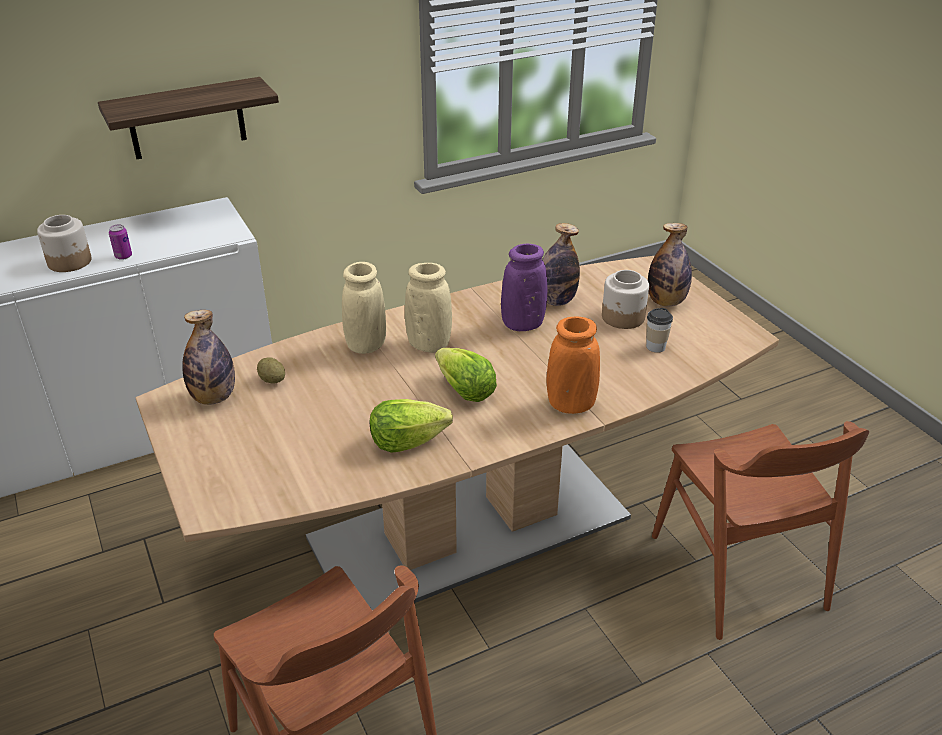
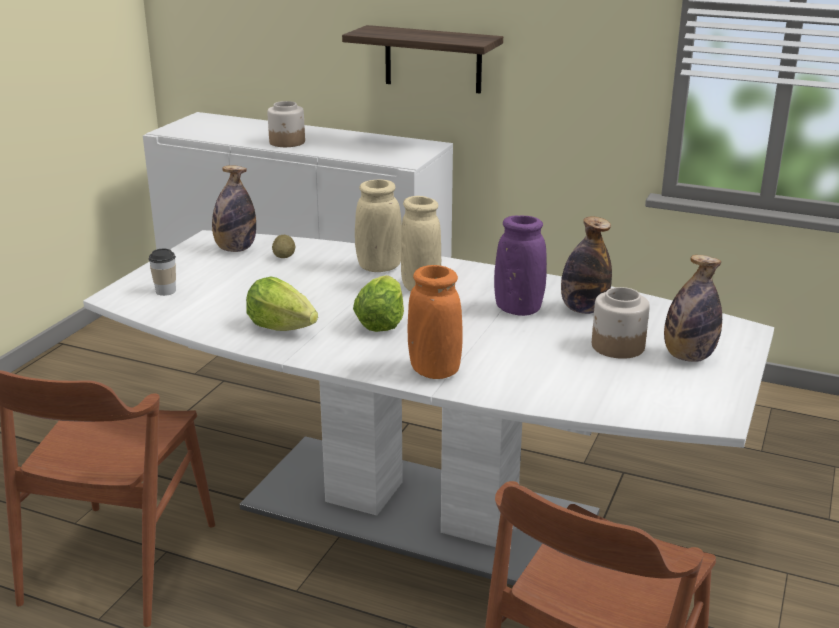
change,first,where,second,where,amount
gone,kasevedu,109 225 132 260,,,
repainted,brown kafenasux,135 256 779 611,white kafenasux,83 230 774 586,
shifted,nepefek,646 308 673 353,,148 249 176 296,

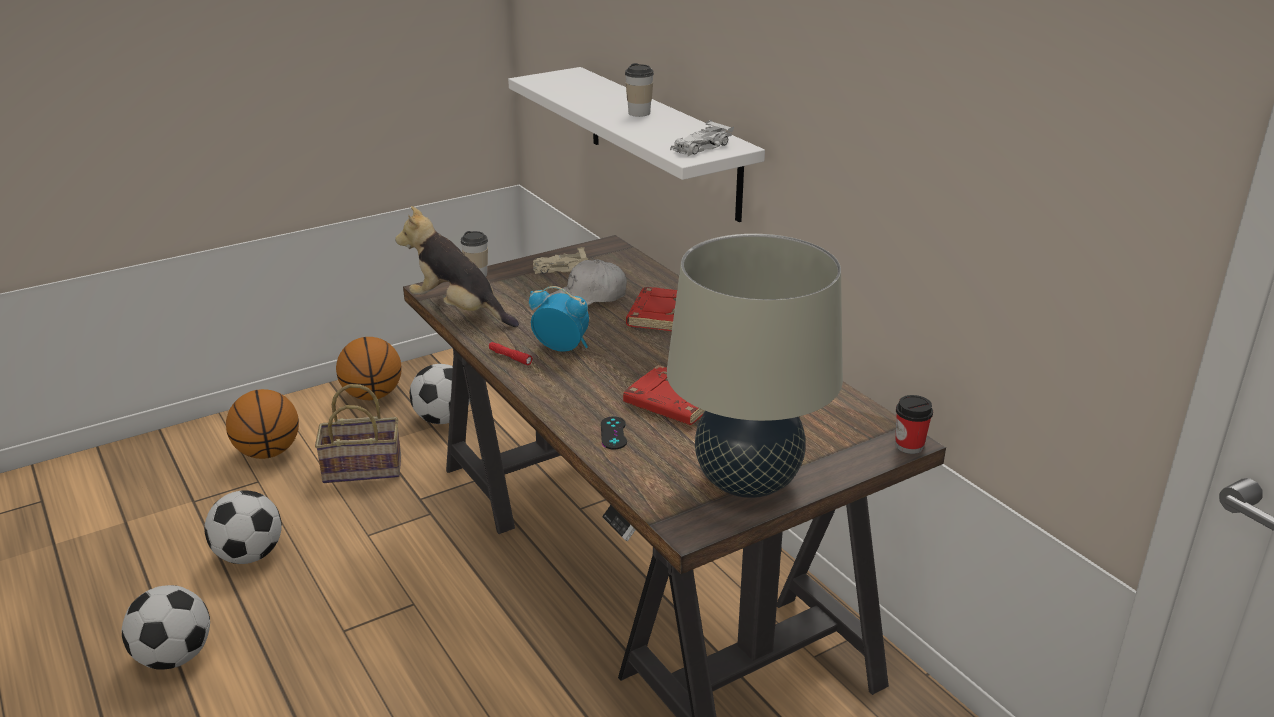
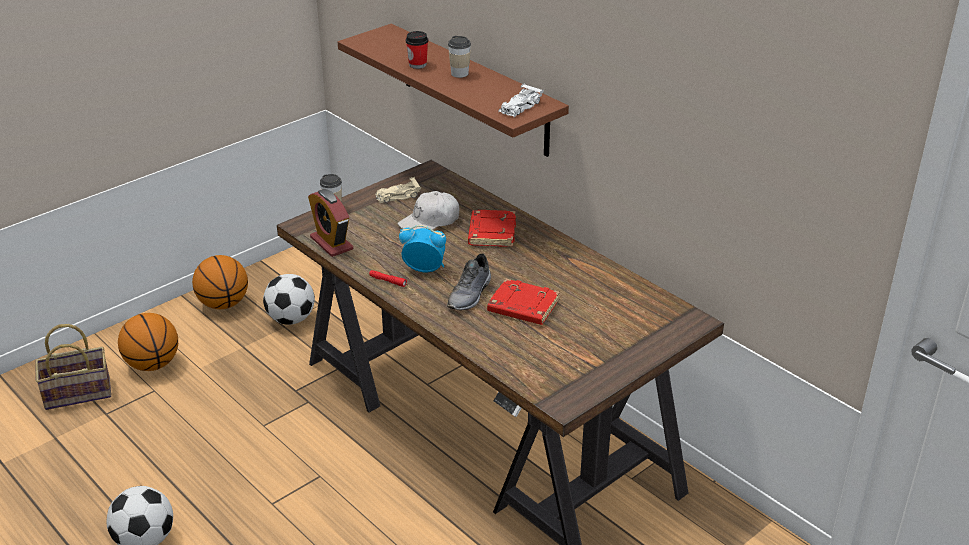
change,first,where,second,where,amount
repainted,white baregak,508 67 765 222,brown baregak,338 24 569 157,
swapped,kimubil,395 206 519 327,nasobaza,308 189 353 257,
gone,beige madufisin,667 234 843 498,,,
shifted,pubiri,315 384 401 483,,35 324 111 410,
shifted,nepefek,895 395 933 454,,406 31 429 69,
gone,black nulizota,601 416 627 450,,,
gone,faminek,204 490 282 564,,,
new,,,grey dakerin,447 253 491 310,

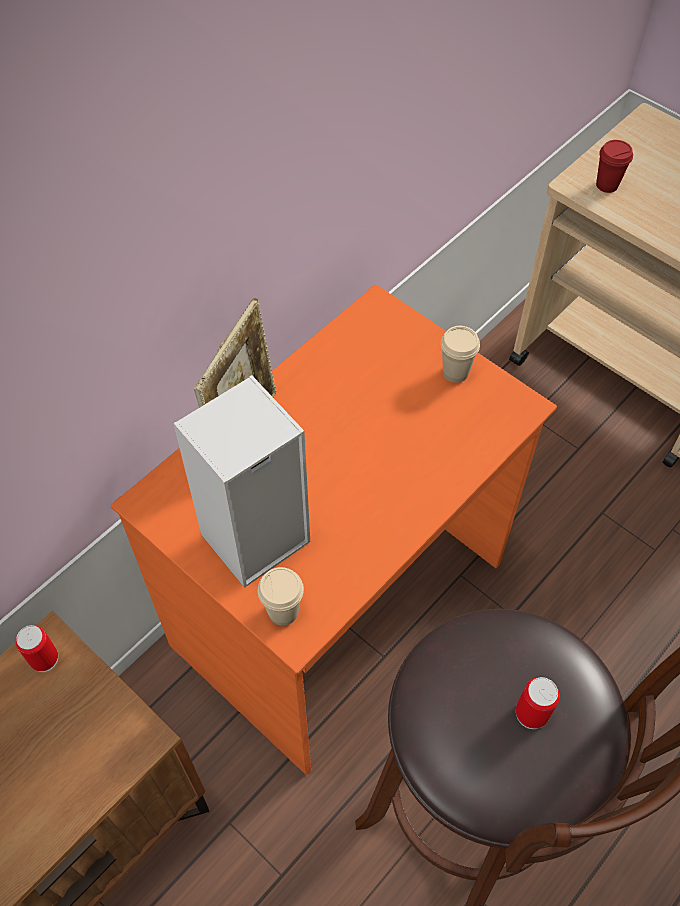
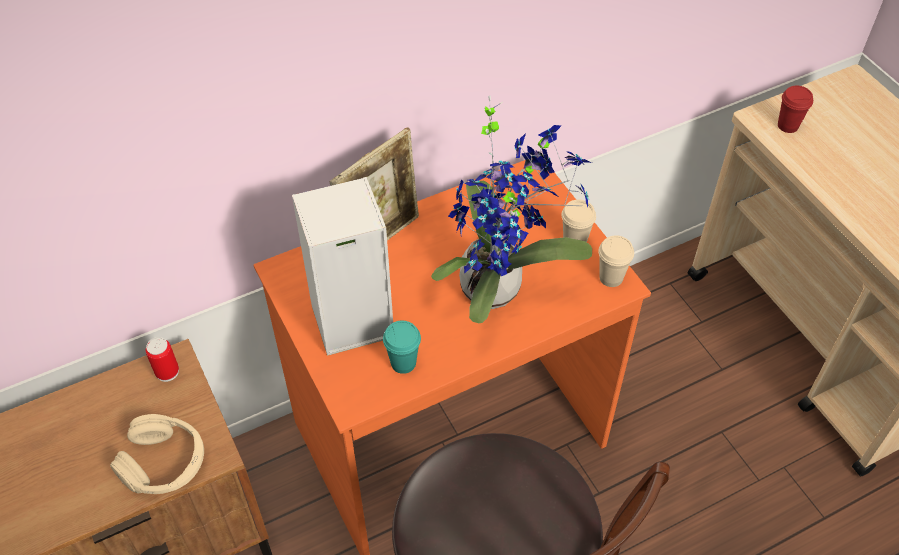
change,first,where,second,where,amount
shifted,beige nepefek,258 567 304 626,,598 235 634 287,
gone,kasevedu,516 677 560 729,,,
new,,,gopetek,431 95 592 323,
new,,,turquoise nepefek,383 321 421 374,
new,,,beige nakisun,110 414 204 494,

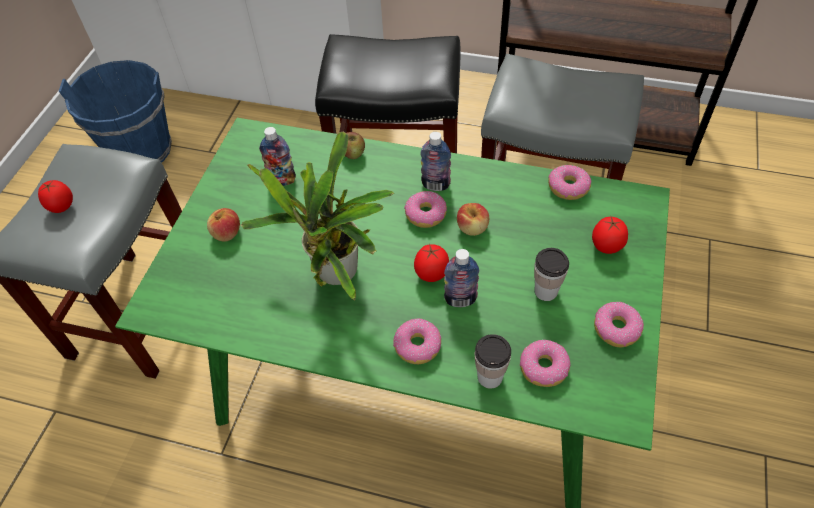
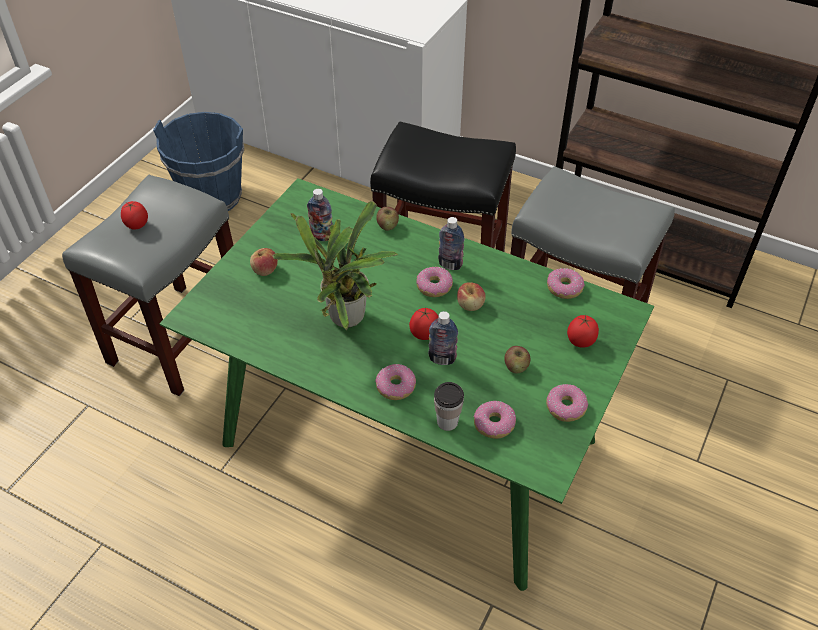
change,first,where,second,where,amount
swapped,nepefek,534 248 569 301,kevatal,504 346 530 374,

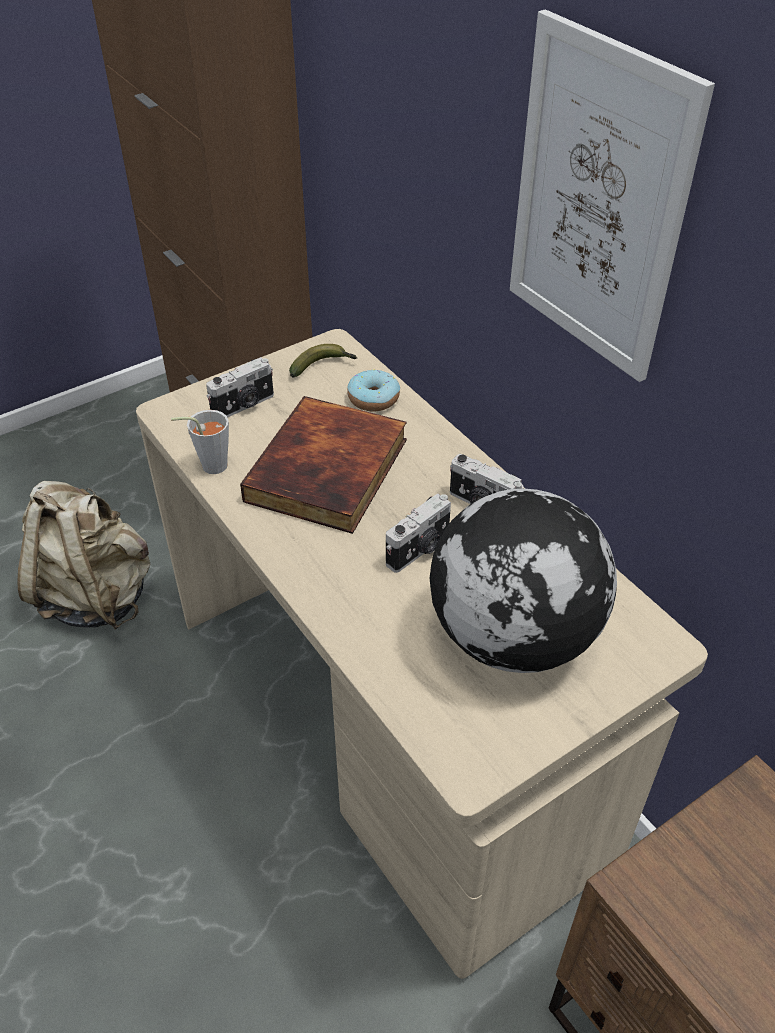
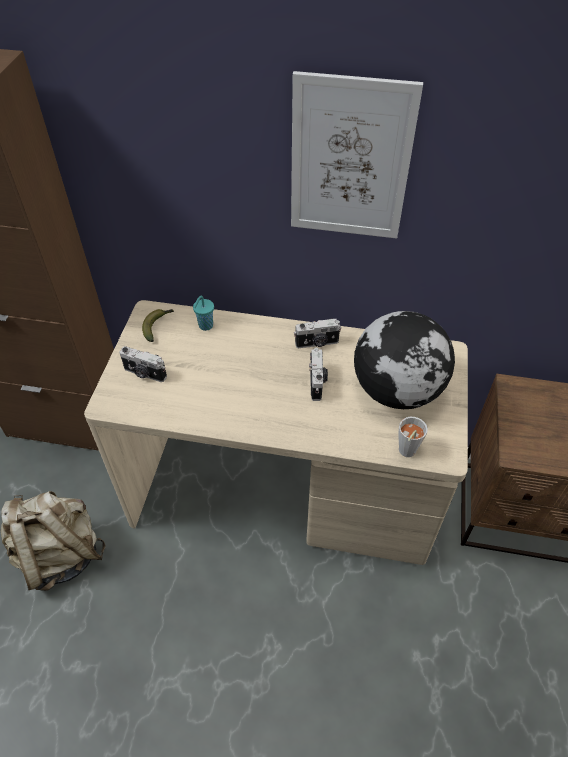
change,first,where,second,where,amount
rotated,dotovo,206 357 274 418,,120 346 167 382,105 degrees clockwise
swapped,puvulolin,347 369 400 411,turquoise nepefek,193 296 214 331,
gone,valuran,240 396 407 534,,,
shifted,grey nepefek,171 410 229 474,,399 417 428 457,

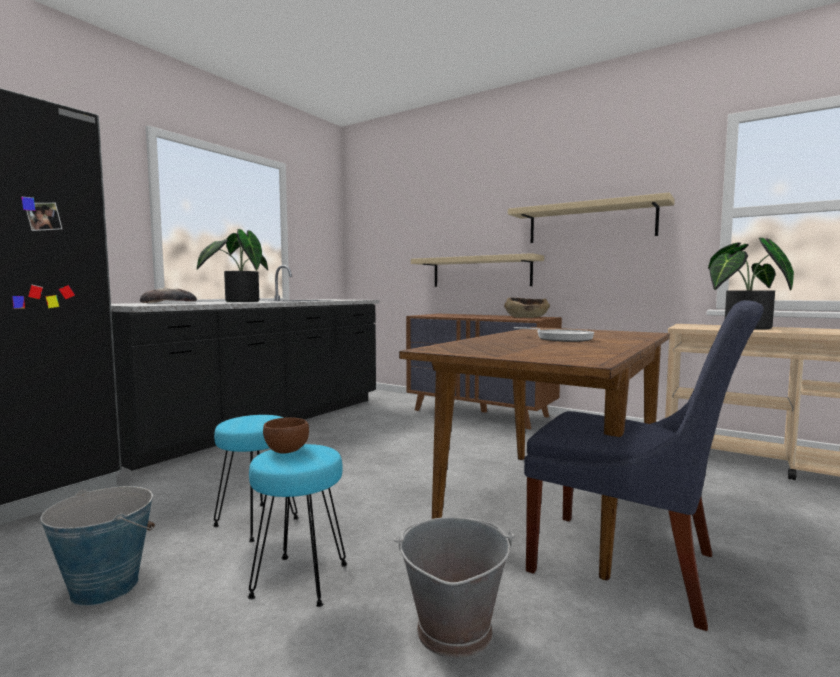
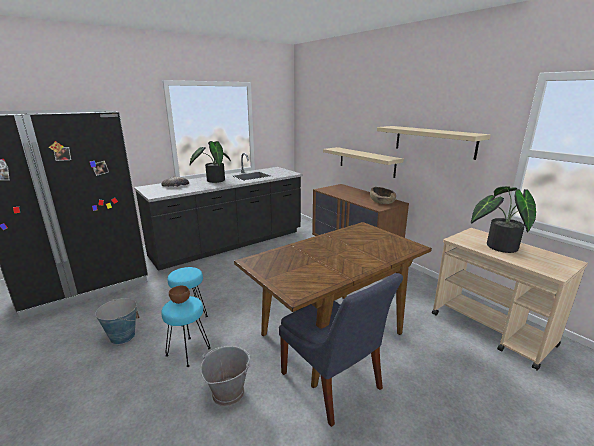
change,first,where,second,where,amount
gone,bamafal,514 327 594 342,,,

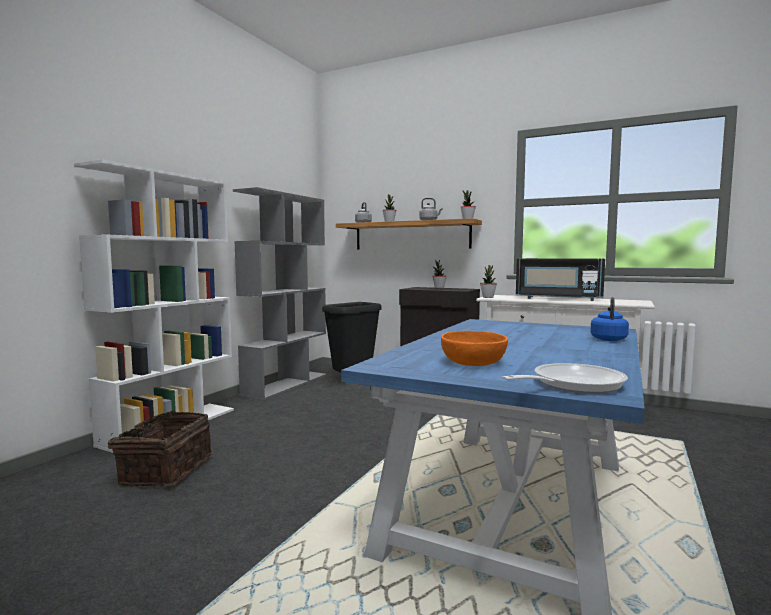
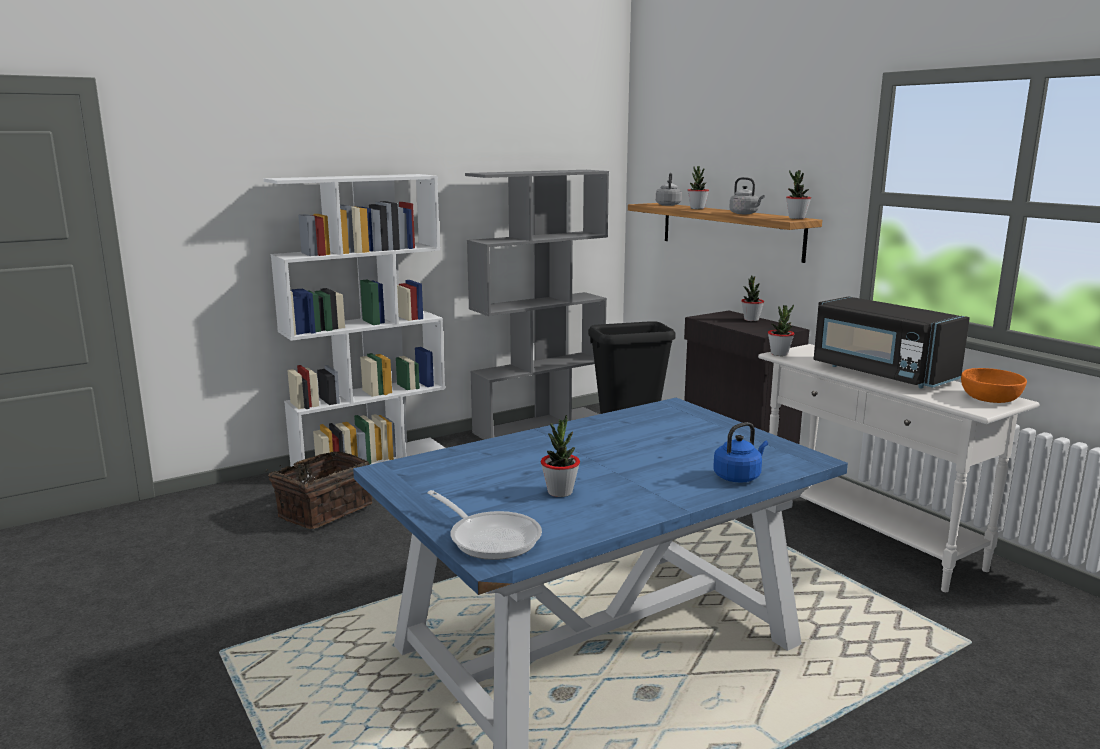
change,first,where,second,where,amount
shifted,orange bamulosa,441 331 508 366,,961 368 1027 403,
rotated,bamafal,502 363 628 394,,427 490 542 560,45 degrees clockwise
new,,,gopetek,541 415 580 497,

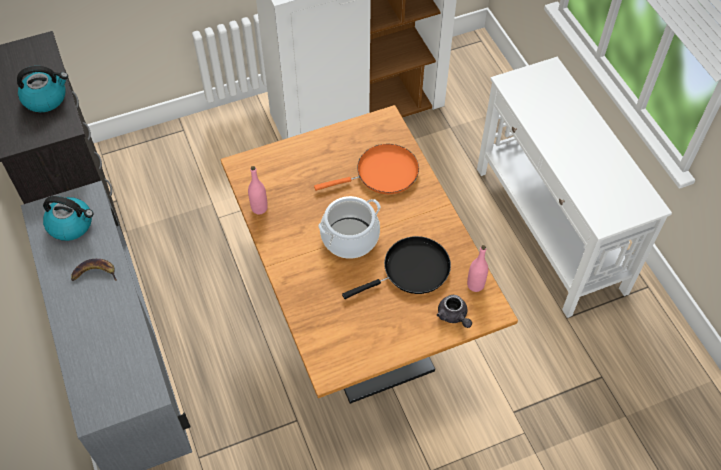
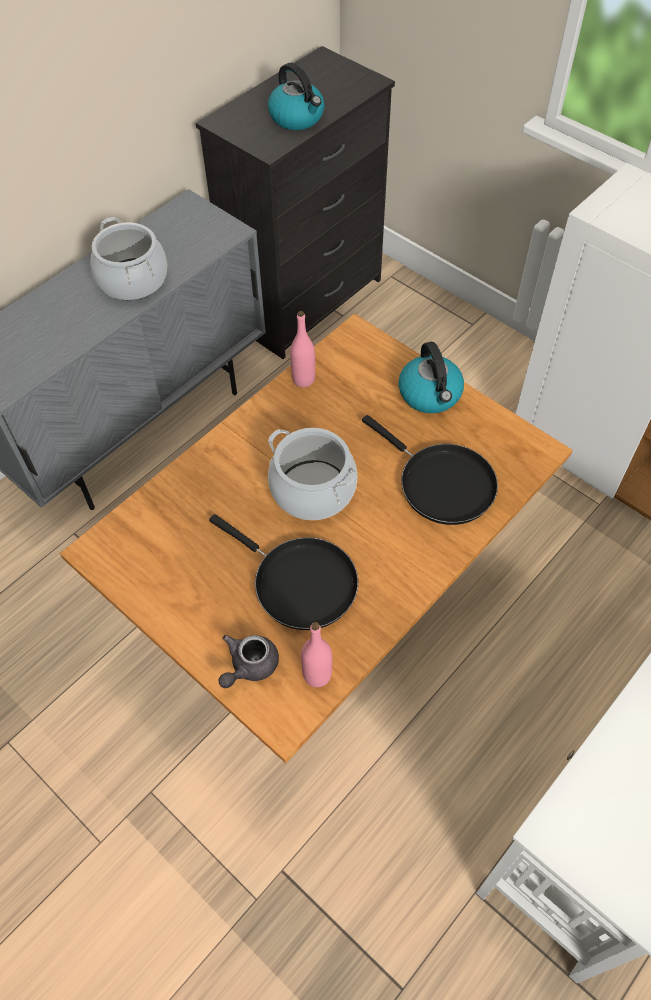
change,first,where,second,where,amount
repainted,orange bamafal,314 144 419 194,black bamafal,362 415 498 525,
shifted,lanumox,43 196 94 241,,398 342 464 413,
swapped,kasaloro,71 259 117 281,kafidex,90 217 167 301,

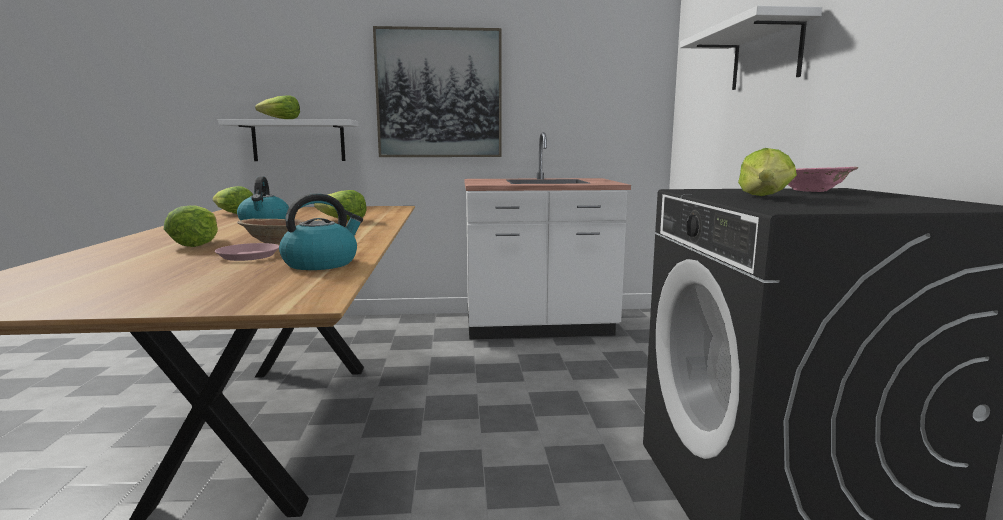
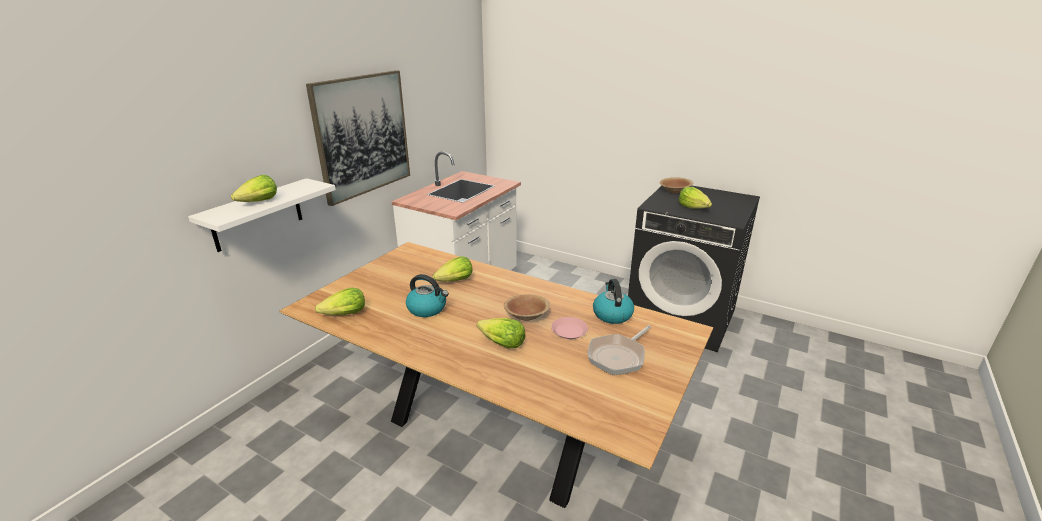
change,first,where,second,where,amount
gone,white baregak,680 6 822 90,,,
repainted,pink bamulosa,788 167 859 192,brown bamulosa,660 177 693 194,
new,,,bamafal,588 325 651 375,

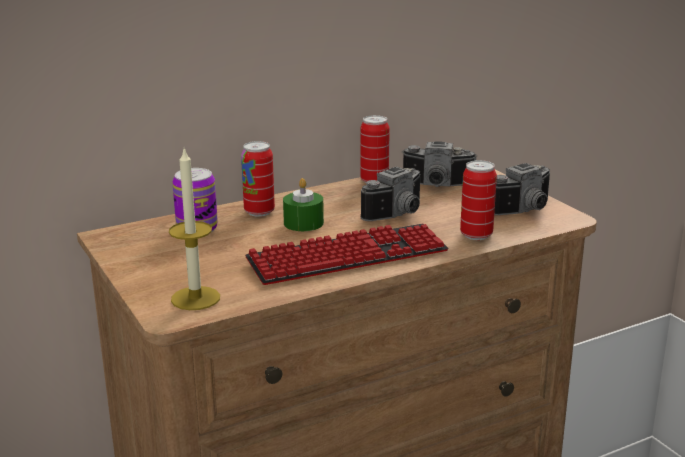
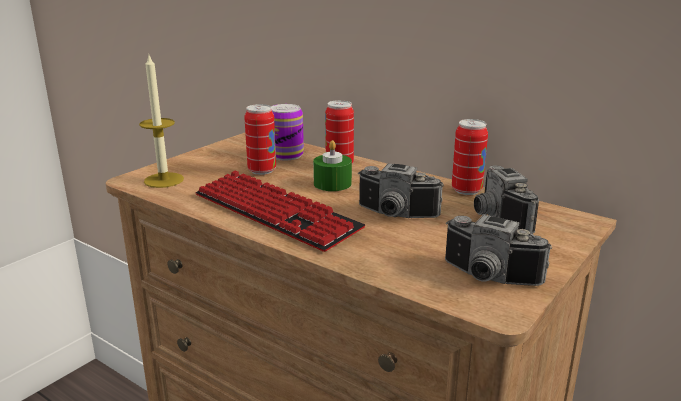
change,first,where,second,where,amount
shifted,kasevedu,460 160 497 240,,244 104 276 175,

